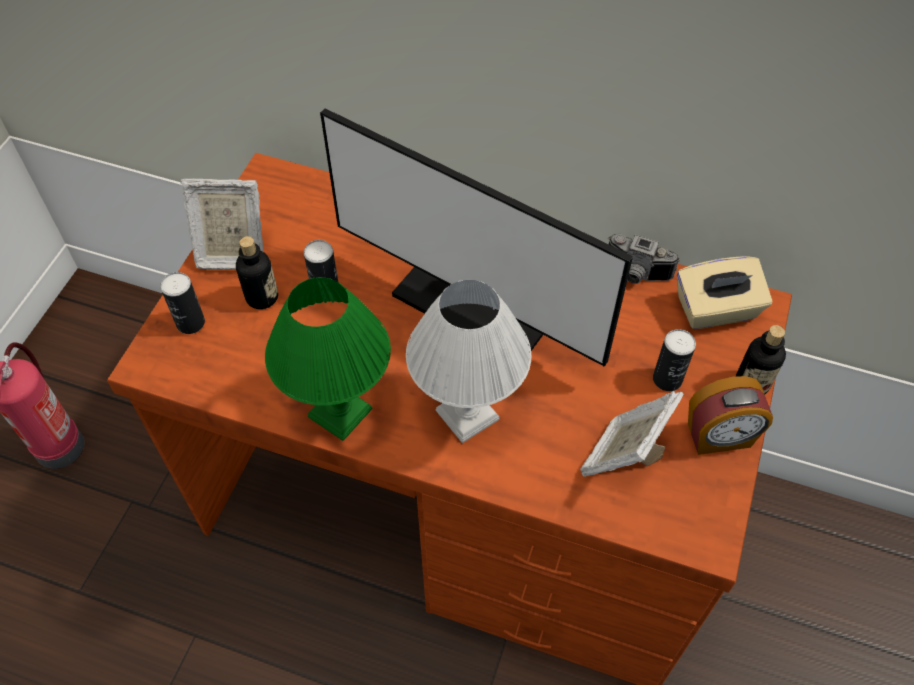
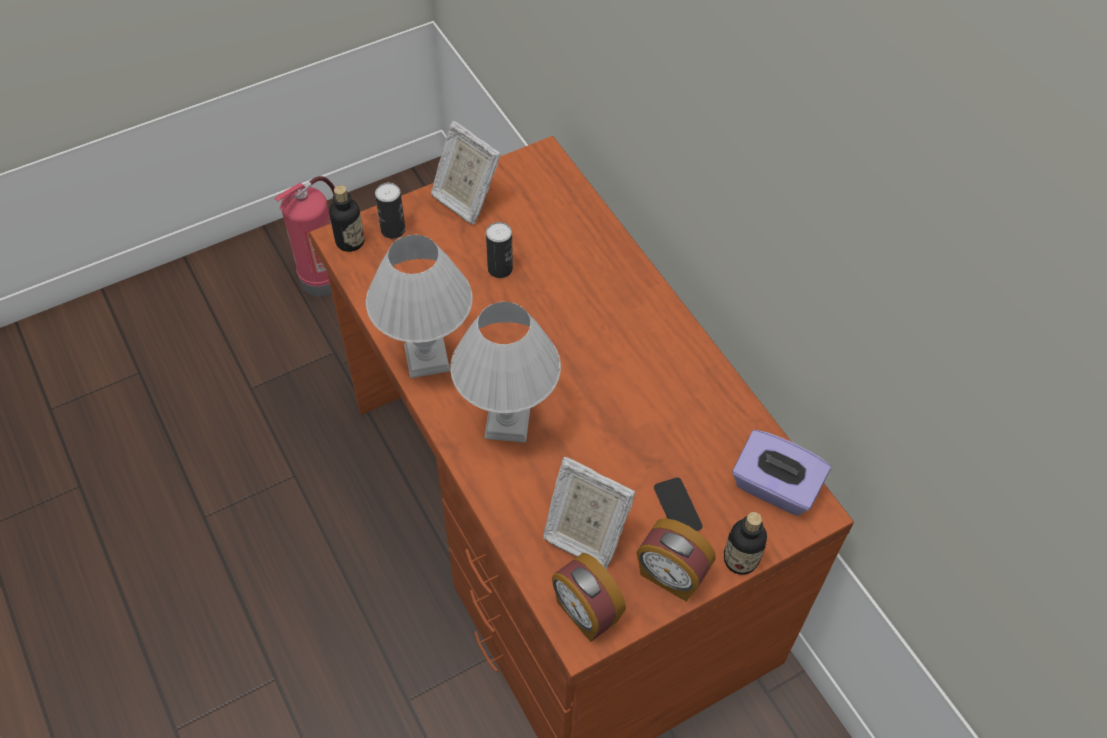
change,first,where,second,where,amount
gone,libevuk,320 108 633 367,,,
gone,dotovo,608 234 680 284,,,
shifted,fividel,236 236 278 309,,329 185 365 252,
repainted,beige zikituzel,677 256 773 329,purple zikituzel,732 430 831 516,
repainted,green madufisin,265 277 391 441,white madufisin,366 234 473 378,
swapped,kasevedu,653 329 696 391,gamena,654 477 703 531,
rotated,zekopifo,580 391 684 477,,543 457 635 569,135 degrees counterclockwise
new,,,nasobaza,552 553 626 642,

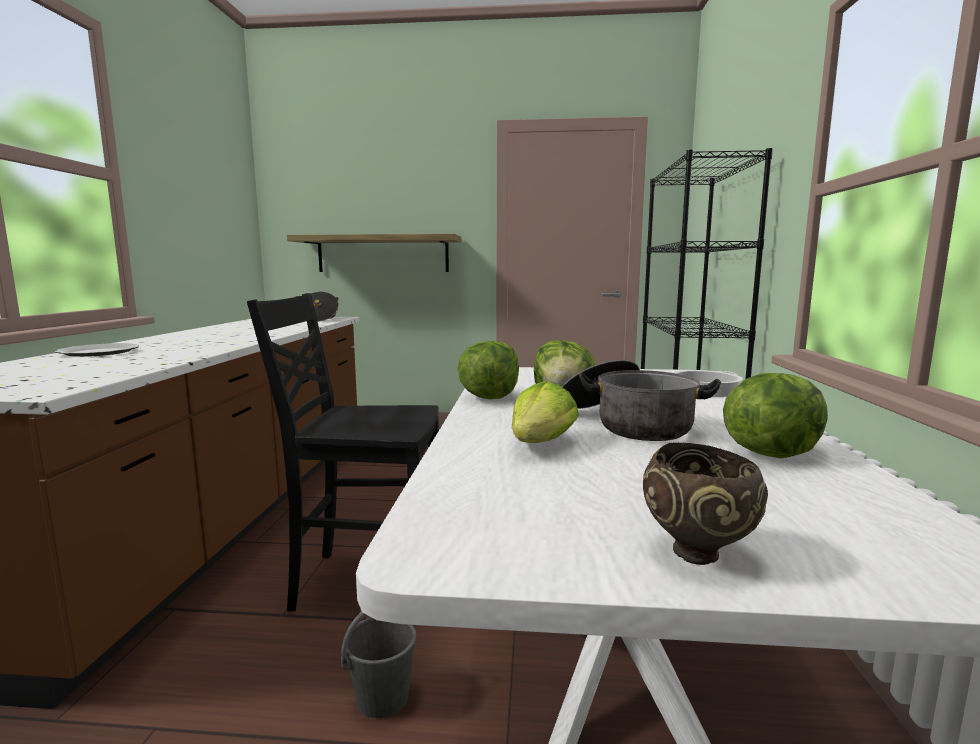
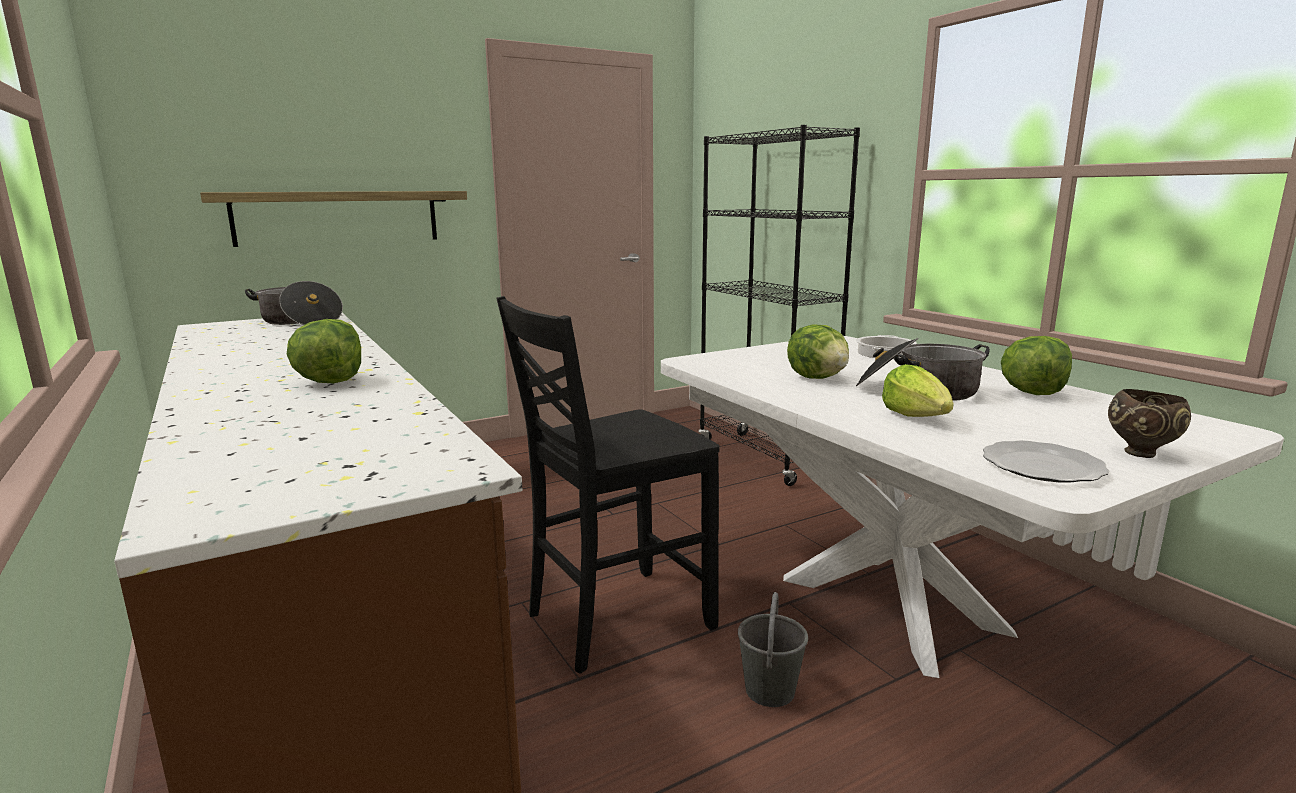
change,first,where,second,where,amount
shifted,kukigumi,457 341 519 399,,287 319 361 383,
shifted,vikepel,55 343 139 357,,983 440 1109 482,

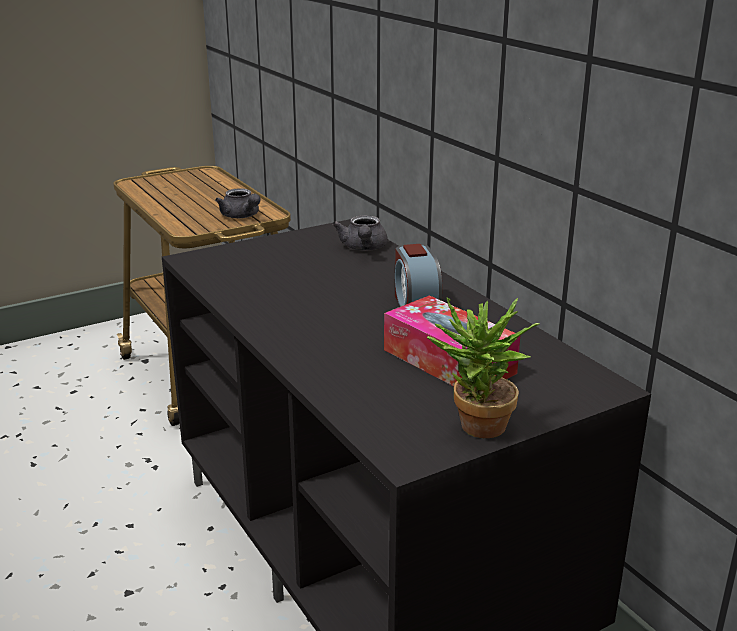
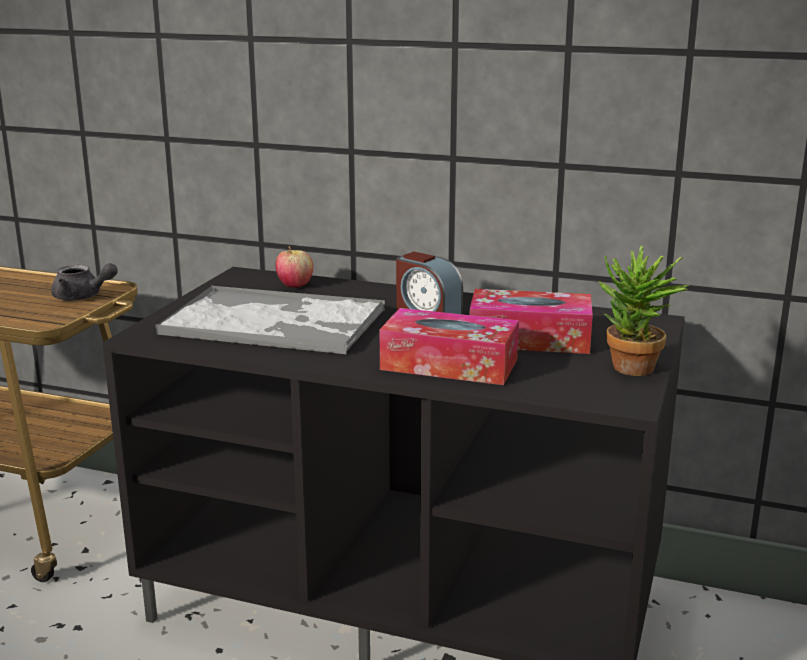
change,first,where,second,where,amount
swapped,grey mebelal,332 215 387 251,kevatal,275 247 313 288,
new,,,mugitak,155 285 385 354,
new,,,zikituzel,380 308 519 385,

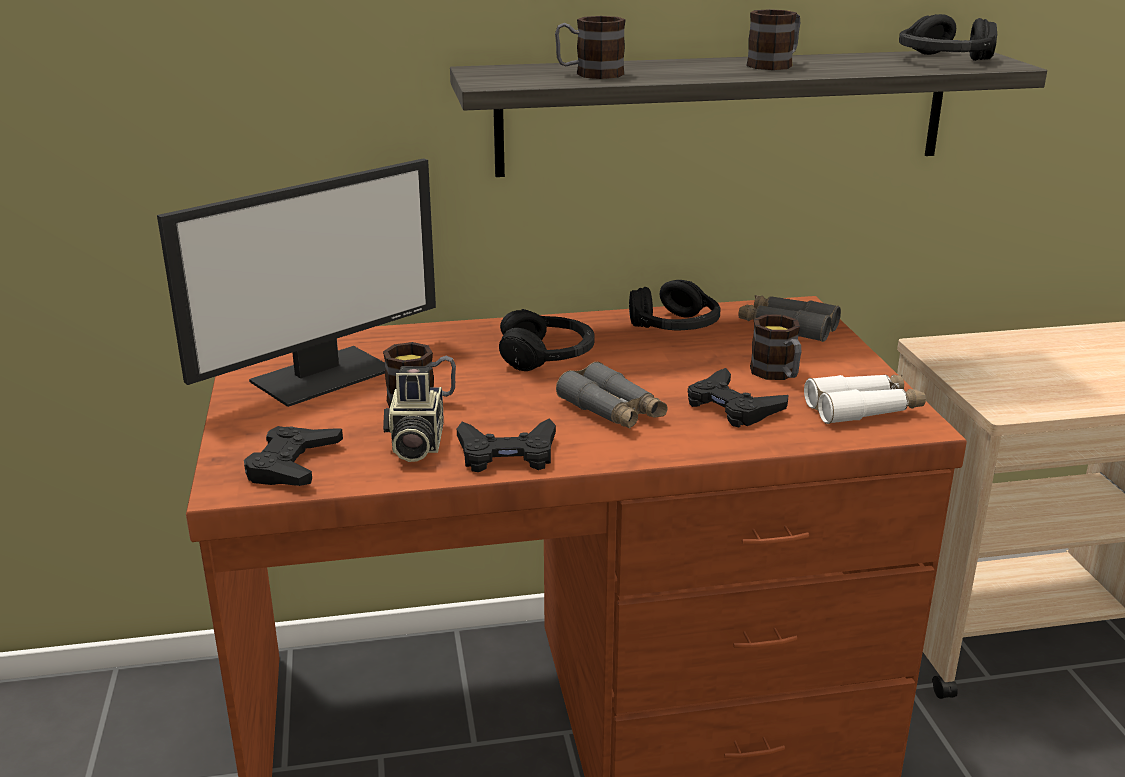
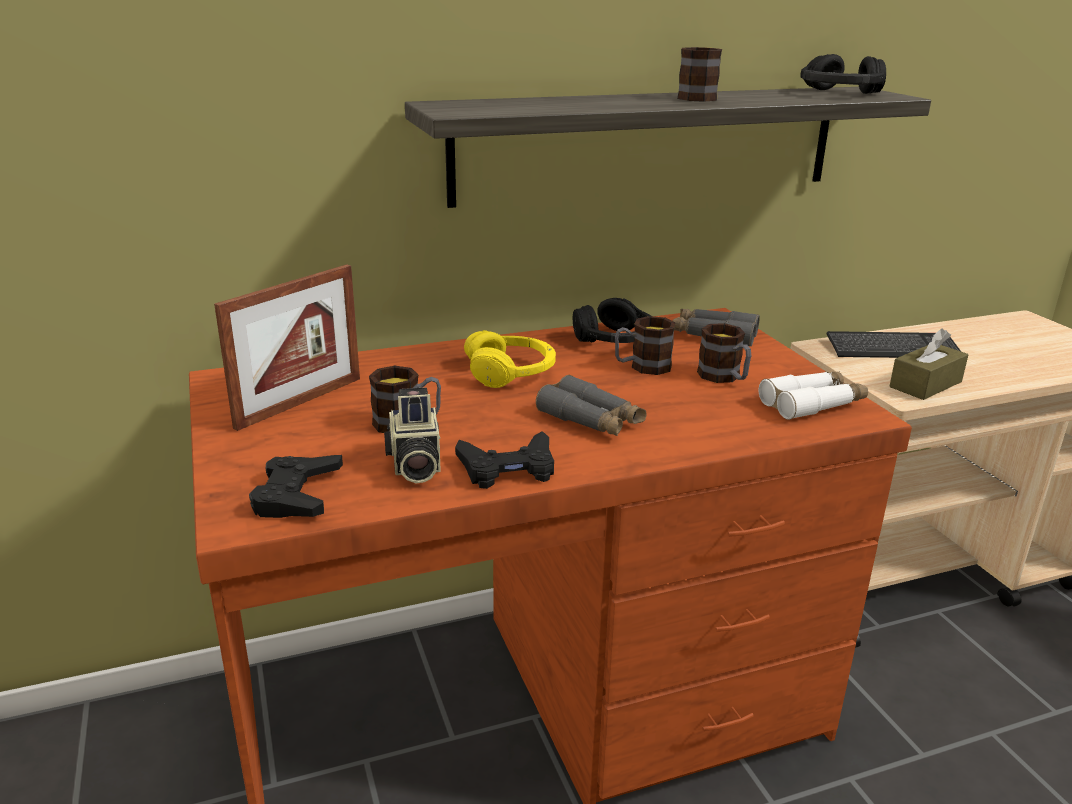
change,first,where,second,where,amount
shifted,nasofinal,555 16 626 79,,615 316 675 375,
swapped,libevuk,157 158 436 407,zekopifo,214 264 360 431,
repainted,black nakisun,499 309 595 371,yellow nakisun,464 330 556 388,
gone,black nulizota,688 368 789 427,,,
new,,,brown zikituzel,890 328 968 400,
new,,,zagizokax,827 331 961 358,

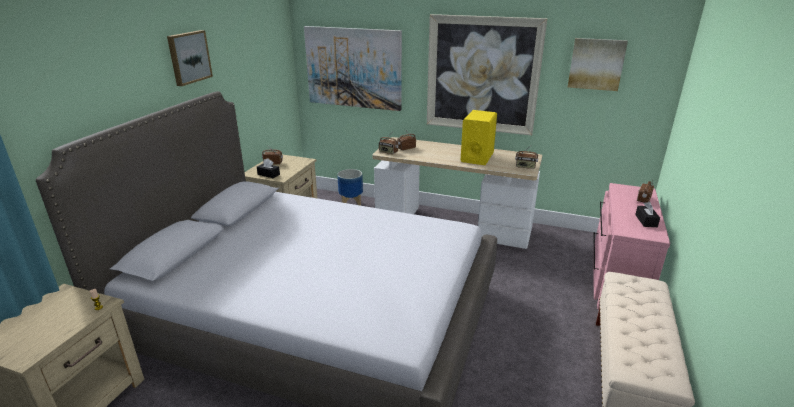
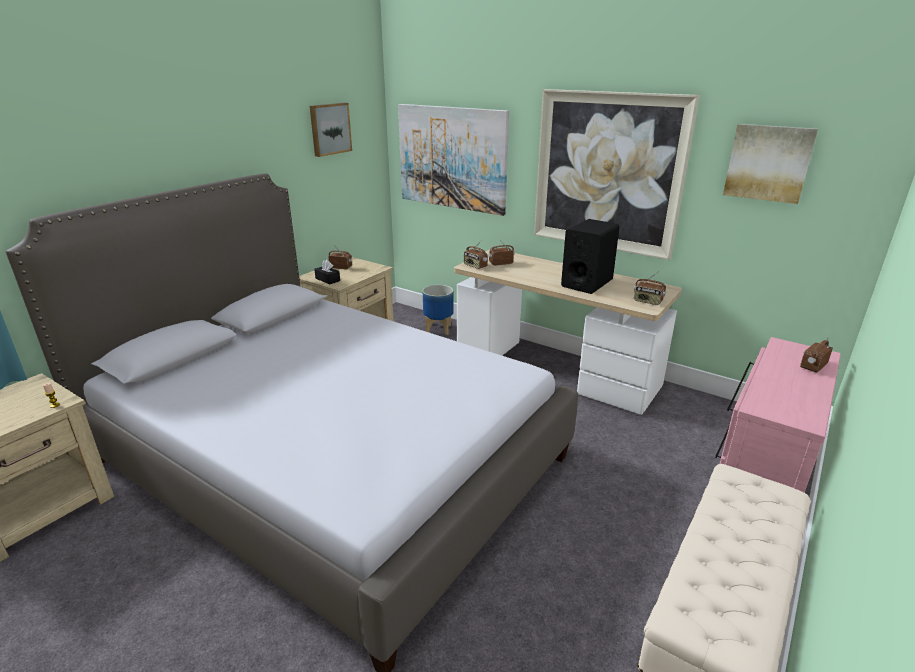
change,first,where,second,where,amount
shifted,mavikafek,167 30 213 86,,310 103 352 157,
repainted,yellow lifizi,461 110 497 165,black lifizi,561 219 620 294,
gone,black zikituzel,635 202 660 227,,,

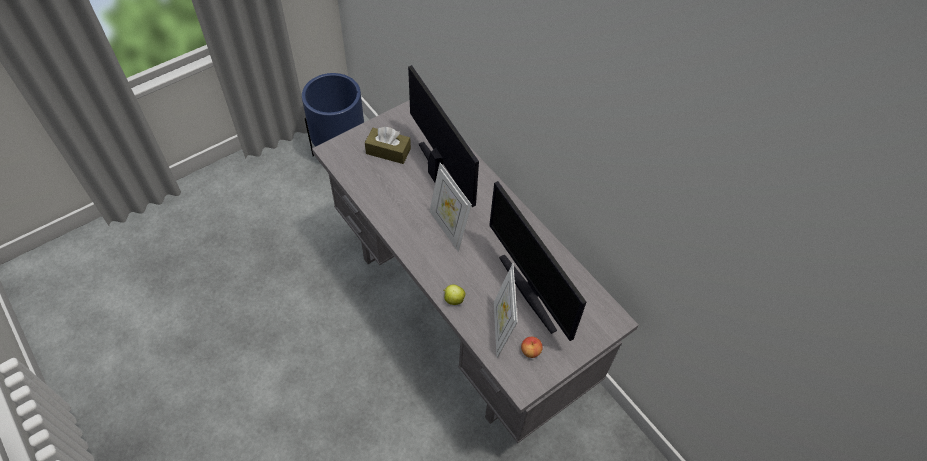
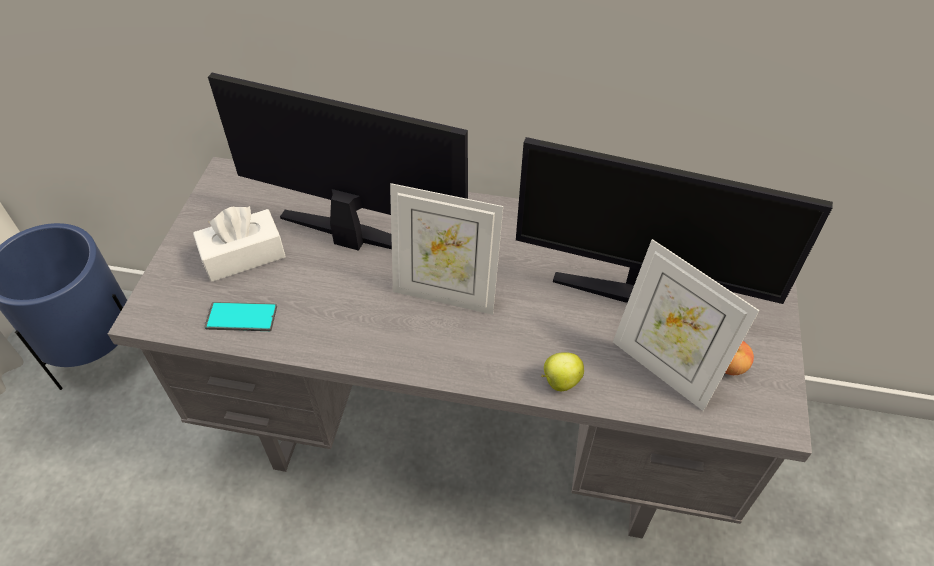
change,first,where,second,where,amount
repainted,brown zikituzel,365 127 411 164,white zikituzel,193 206 286 282,
new,,,gamena,204 302 277 331,

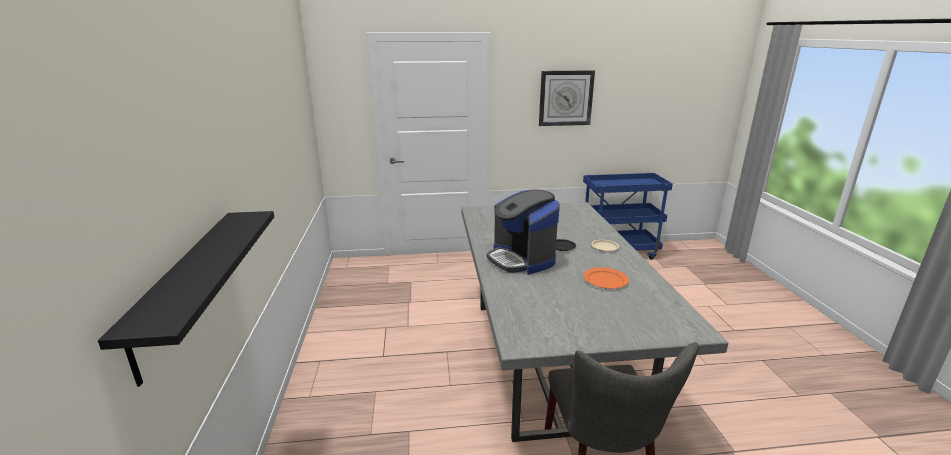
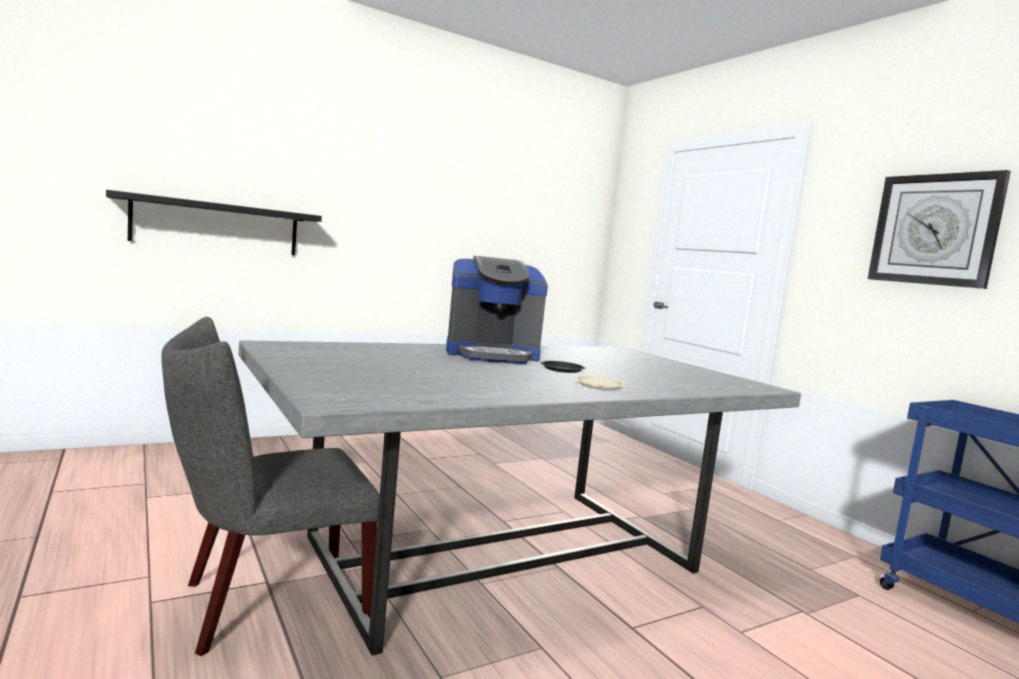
change,first,where,second,where,amount
rotated,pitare,487 189 560 274,,446 256 548 364,135 degrees counterclockwise
gone,orange vikepel,584 267 629 289,,,

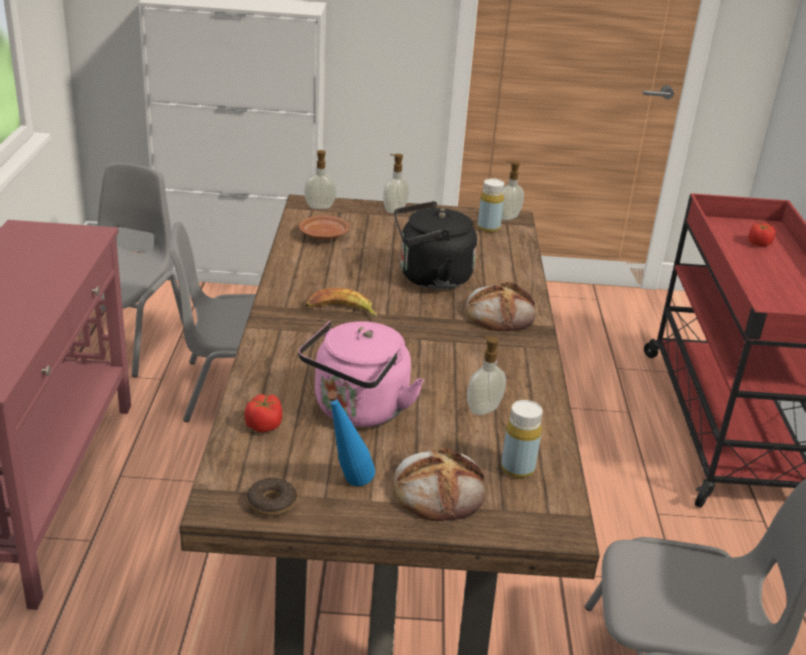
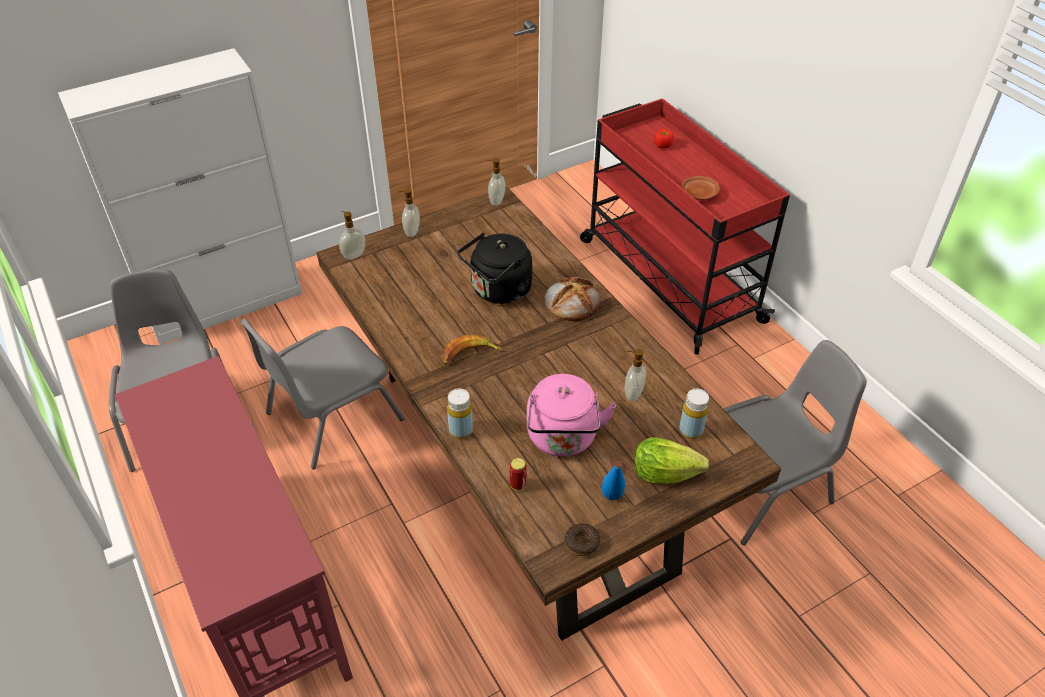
change,first,where,second,where,amount
shifted,yellow fividel,478 178 505 232,,447 388 473 439,
shifted,brown vikepel,299 215 350 239,,681 176 720 200,
swapped,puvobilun,245 394 282 432,kasevedu,510 458 527 491,
swapped,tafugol,394 448 485 521,kukigumi,635 437 709 484,

